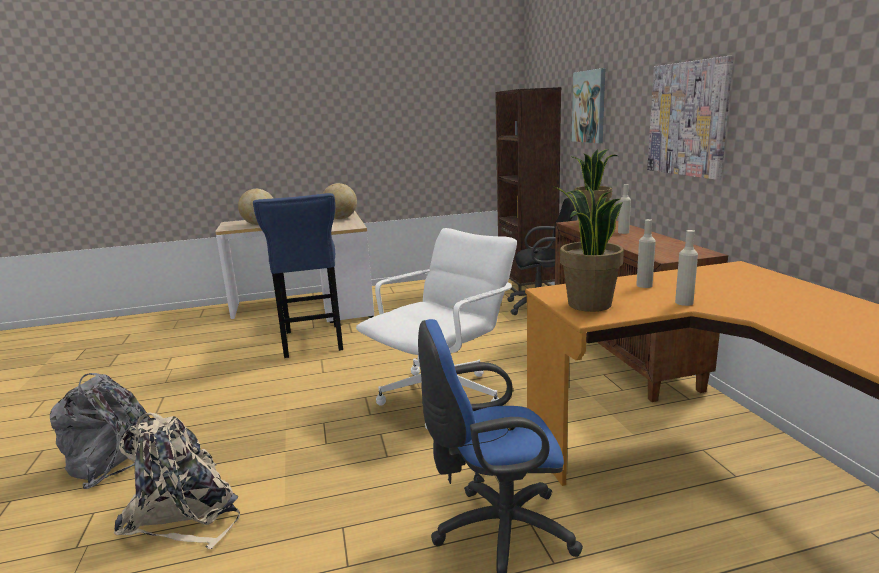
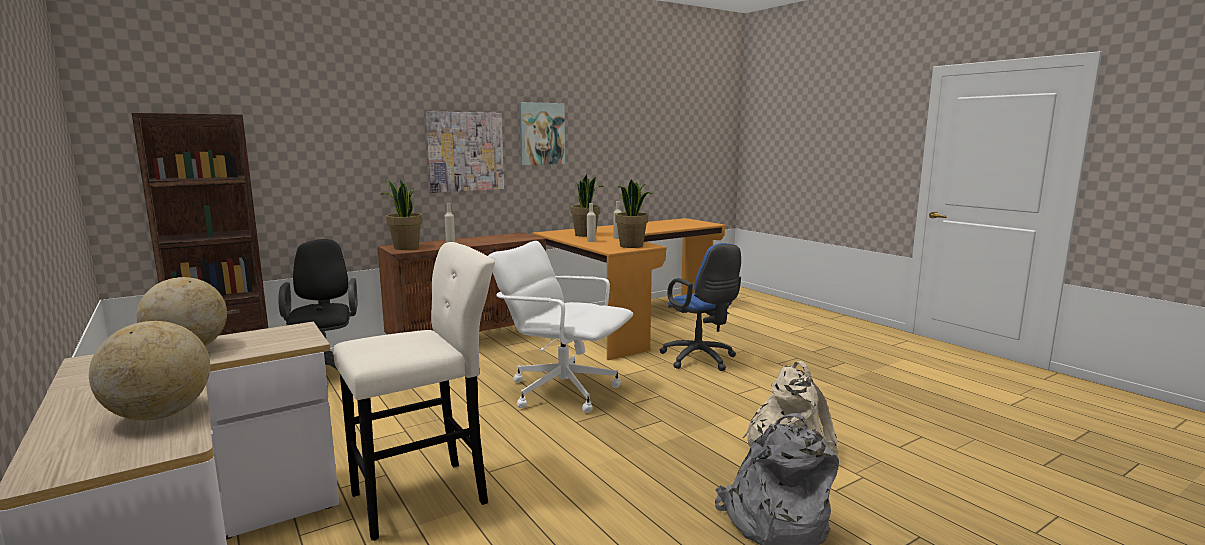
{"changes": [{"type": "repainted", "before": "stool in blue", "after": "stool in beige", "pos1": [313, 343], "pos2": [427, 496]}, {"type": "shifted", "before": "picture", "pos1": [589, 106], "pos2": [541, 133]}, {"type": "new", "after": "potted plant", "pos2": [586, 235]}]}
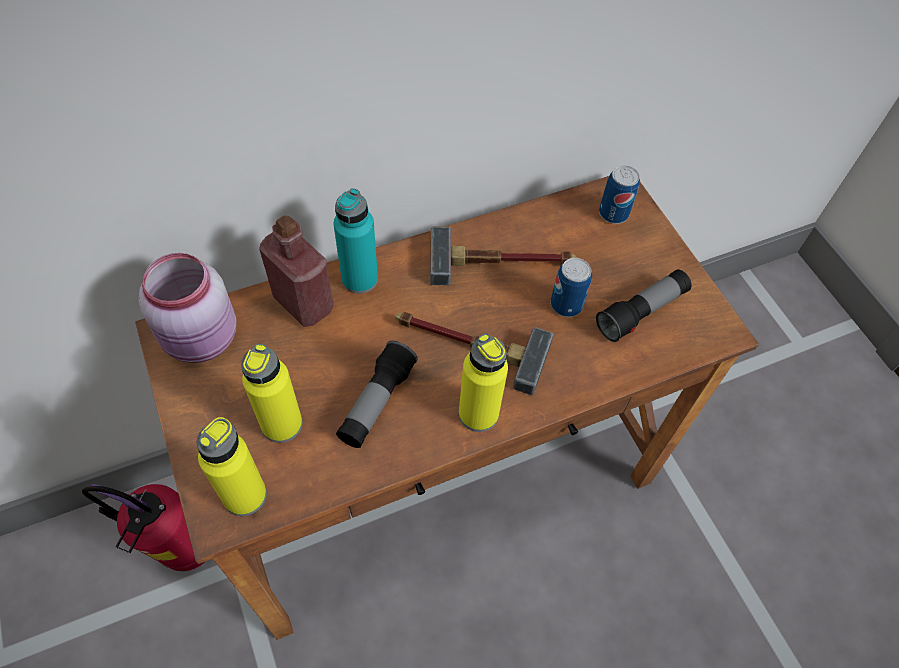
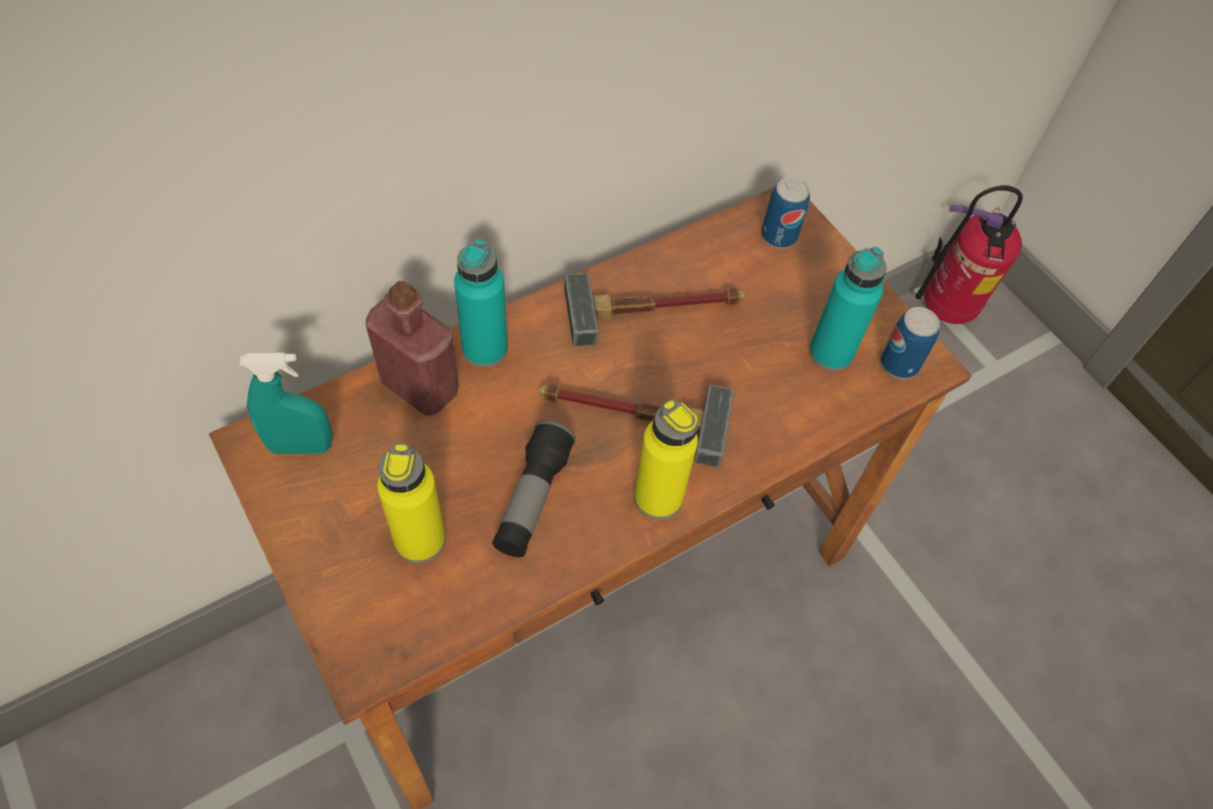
{"changes": [{"type": "swapped", "before": "jar in pink", "after": "spray bottle in turquoise", "pos1": [203, 339], "pos2": [301, 446]}, {"type": "swapped", "before": "flashlight", "after": "bottle in turquoise", "pos1": [641, 312], "pos2": [831, 352]}, {"type": "shifted", "before": "can", "pos1": [566, 305], "pos2": [899, 364]}, {"type": "shifted", "before": "fire extinguisher", "pos1": [184, 549], "pos2": [944, 311]}, {"type": "gone", "before": "bottle in yellow", "pos1": [244, 495]}]}
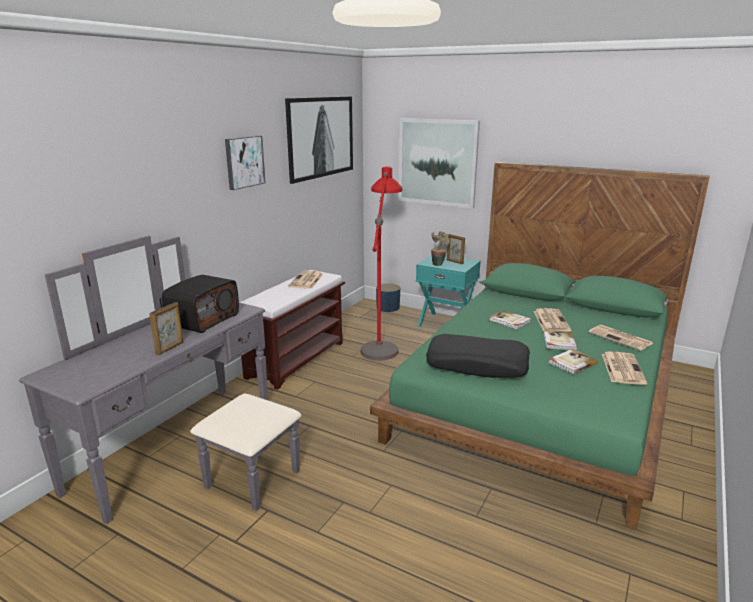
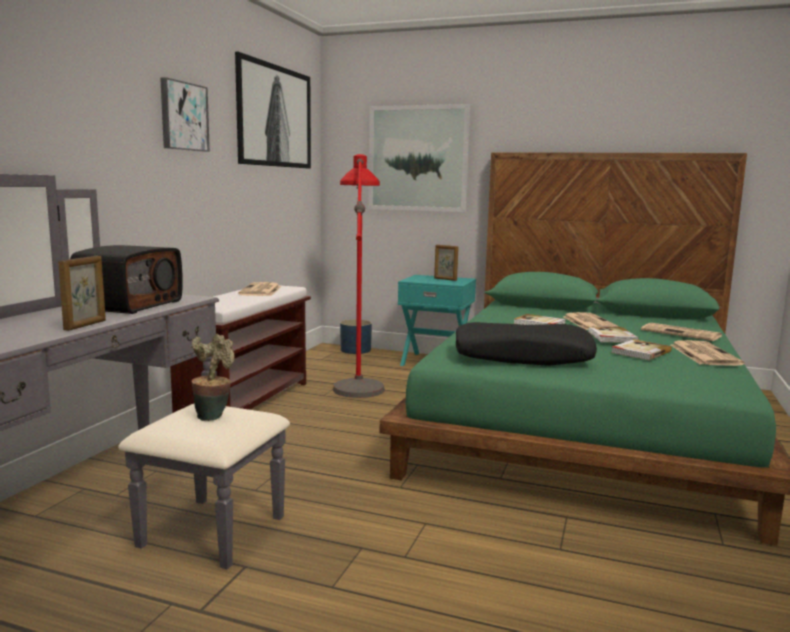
{"changes": [{"type": "shifted", "before": "potted plant", "pos1": [438, 264], "pos2": [214, 415]}]}
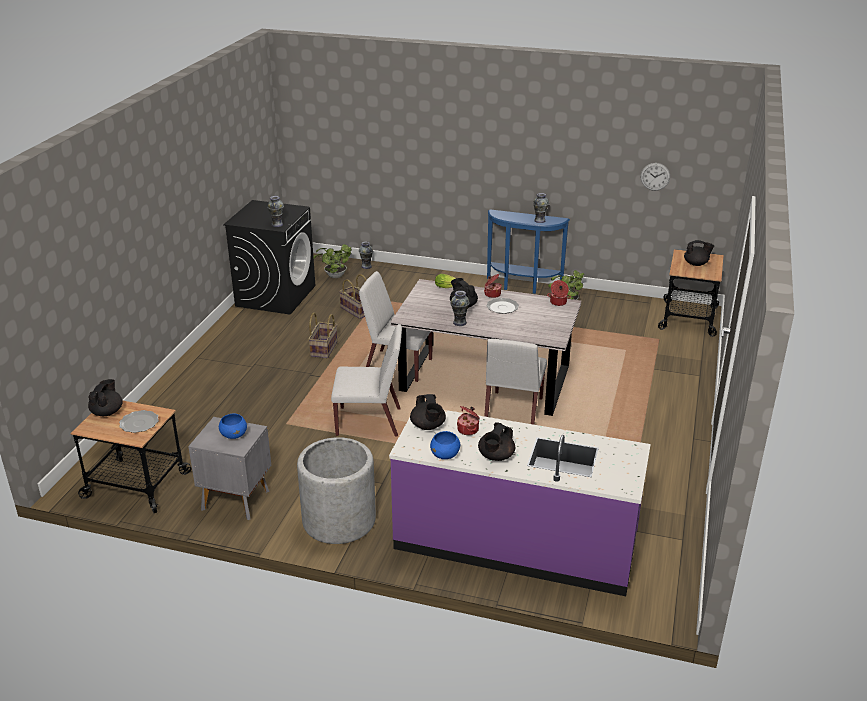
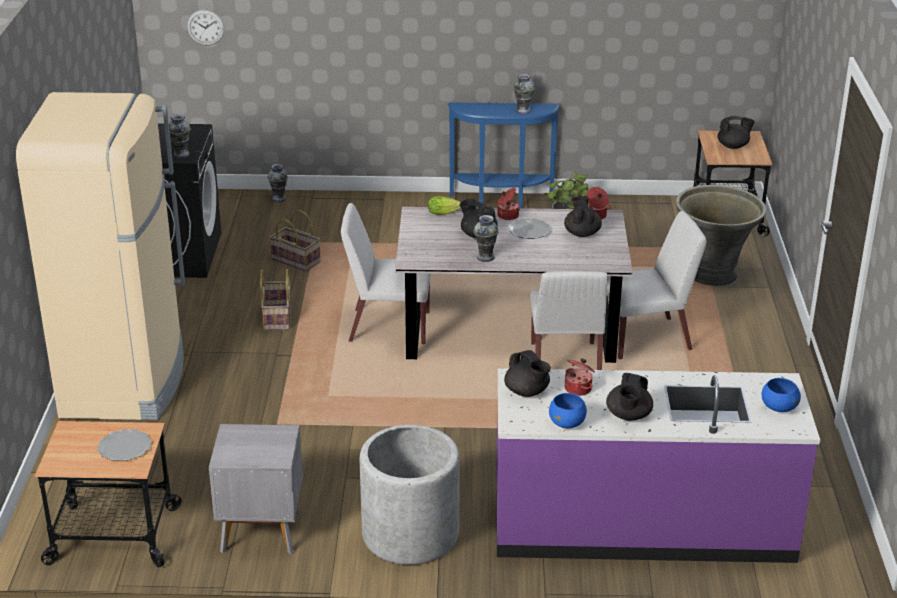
{"changes": [{"type": "new", "after": "fridge in beige", "pos2": [125, 381]}, {"type": "shifted", "before": "wall clock", "pos1": [655, 176], "pos2": [205, 27]}, {"type": "shifted", "before": "teapot in black", "pos1": [107, 412], "pos2": [582, 233]}, {"type": "shifted", "before": "chair in white", "pos1": [369, 422], "pos2": [646, 338]}, {"type": "new", "after": "planter in grey", "pos2": [713, 273]}, {"type": "shifted", "before": "bowl in blue", "pos1": [234, 435], "pos2": [779, 407]}, {"type": "gone", "before": "potted plant", "pos1": [334, 276]}]}
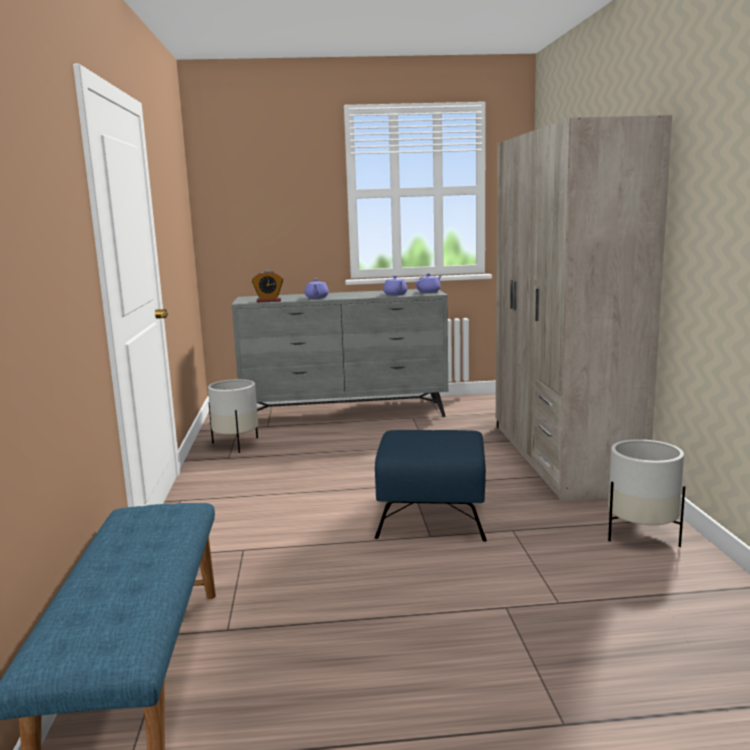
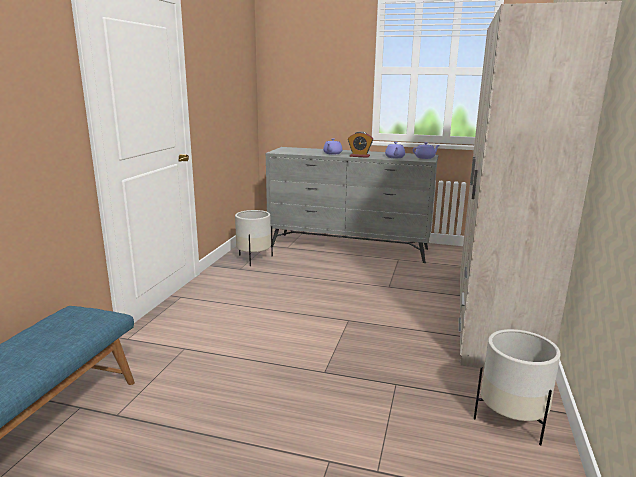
{"changes": [{"type": "shifted", "before": "alarm clock", "pos1": [269, 301], "pos2": [359, 156]}, {"type": "gone", "before": "ottoman in blue", "pos1": [433, 516]}]}
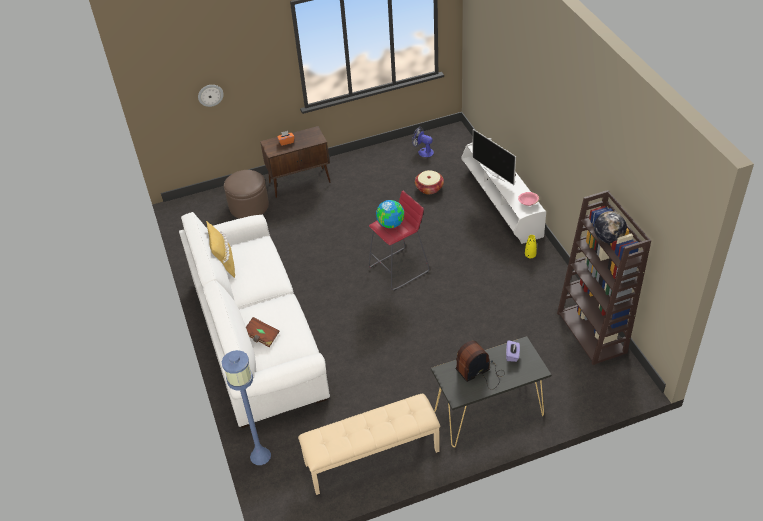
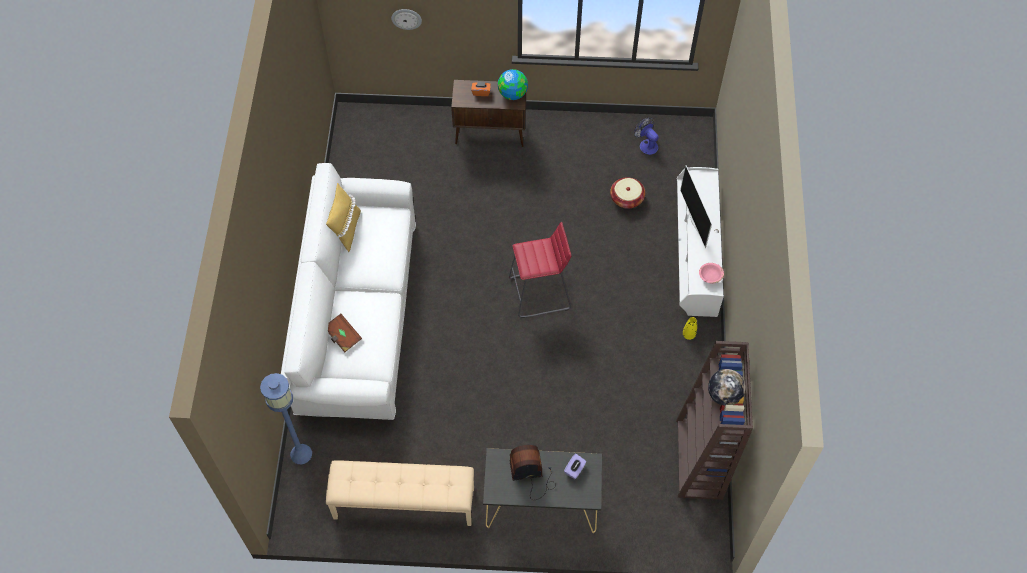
{"changes": [{"type": "shifted", "before": "globe", "pos1": [390, 224], "pos2": [512, 94]}, {"type": "gone", "before": "ottoman in brown", "pos1": [249, 206]}]}
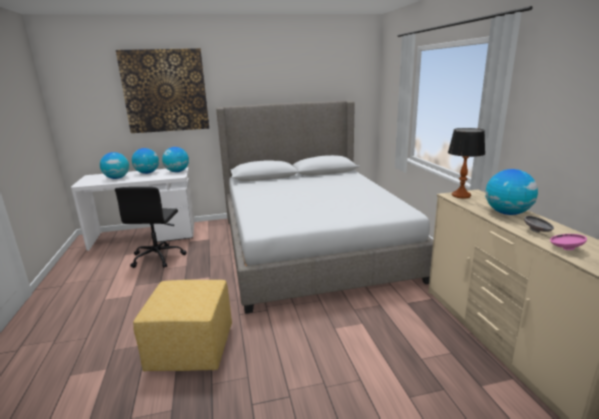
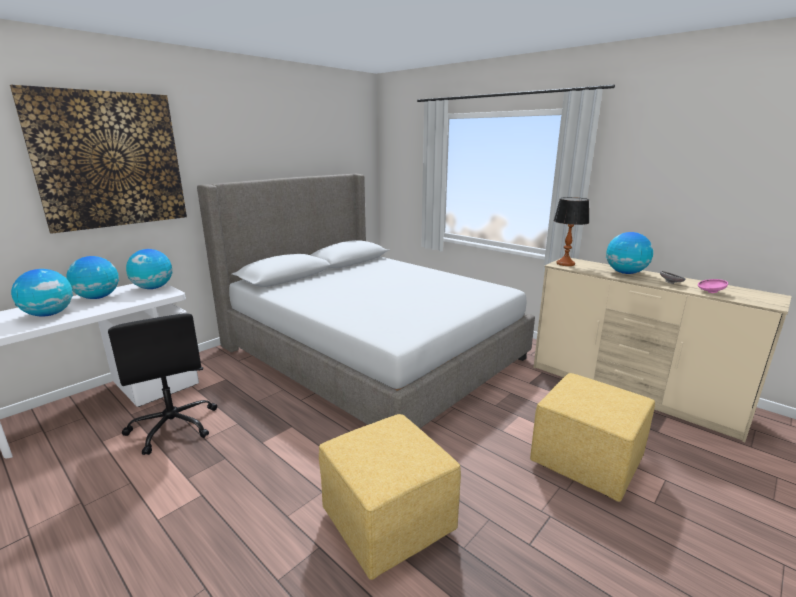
{"changes": [{"type": "new", "after": "ottoman in yellow", "pos2": [587, 462]}]}
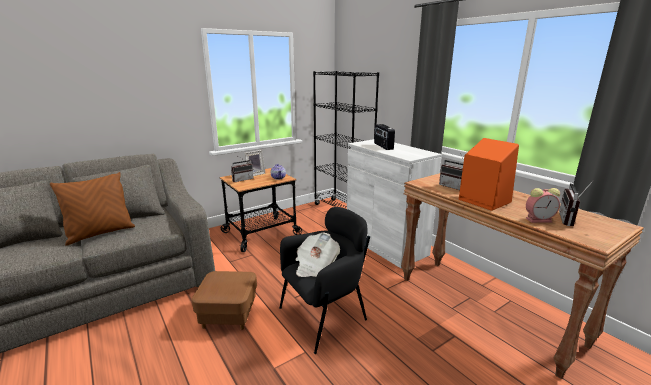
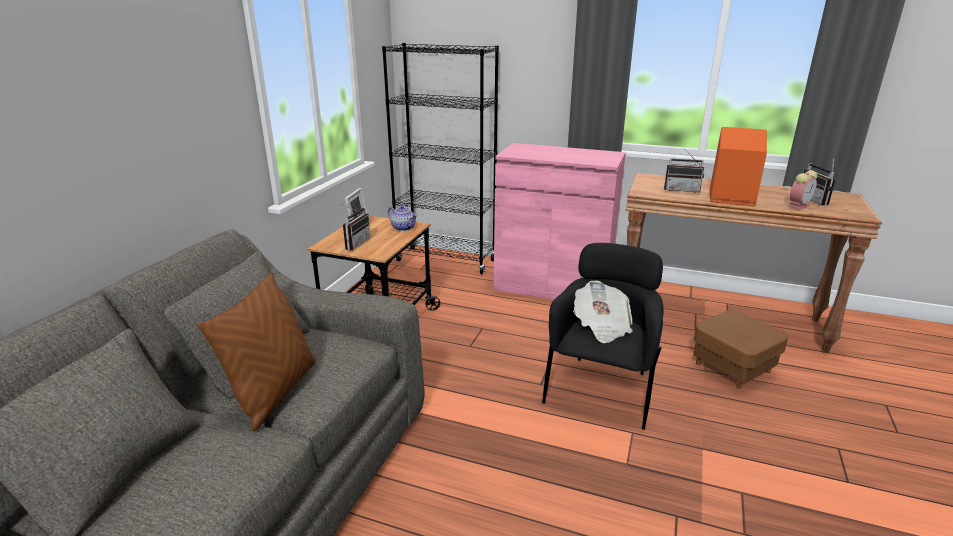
{"changes": [{"type": "repainted", "before": "cabinet in white", "after": "cabinet in pink", "pos1": [385, 244], "pos2": [552, 286]}, {"type": "shifted", "before": "ottoman in brown", "pos1": [228, 315], "pos2": [733, 367]}, {"type": "gone", "before": "radio", "pos1": [383, 146]}]}
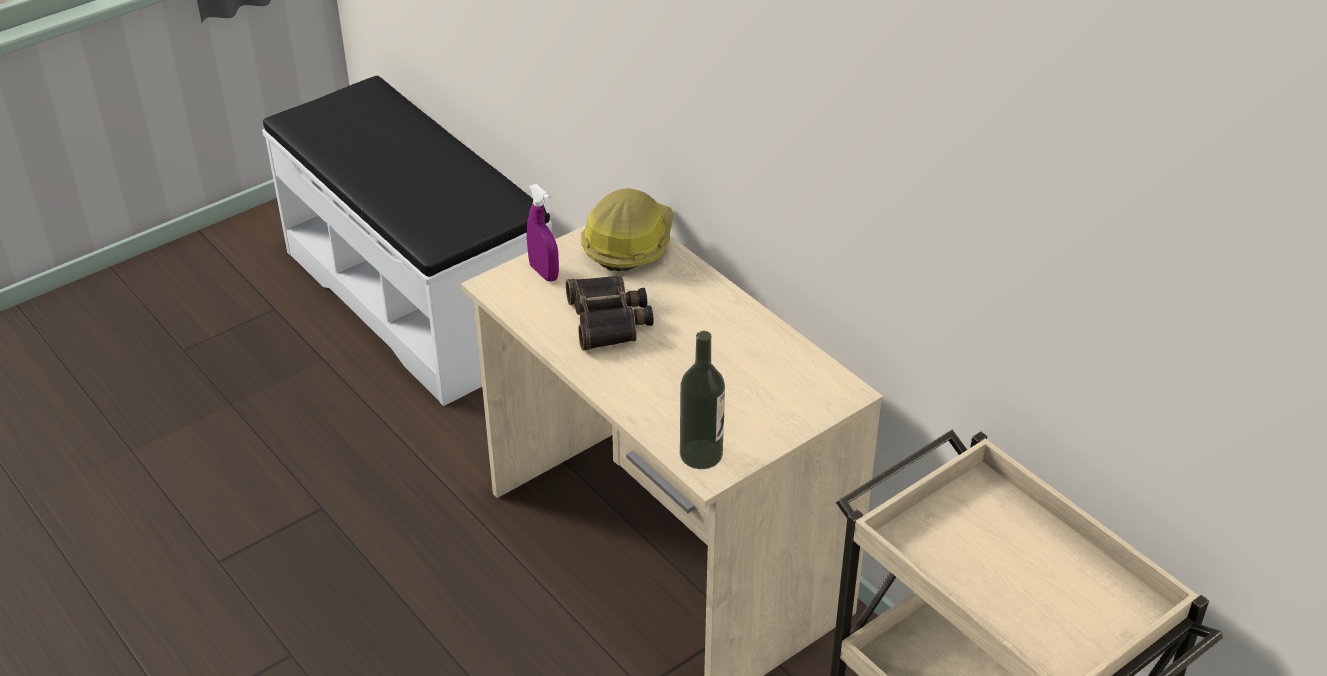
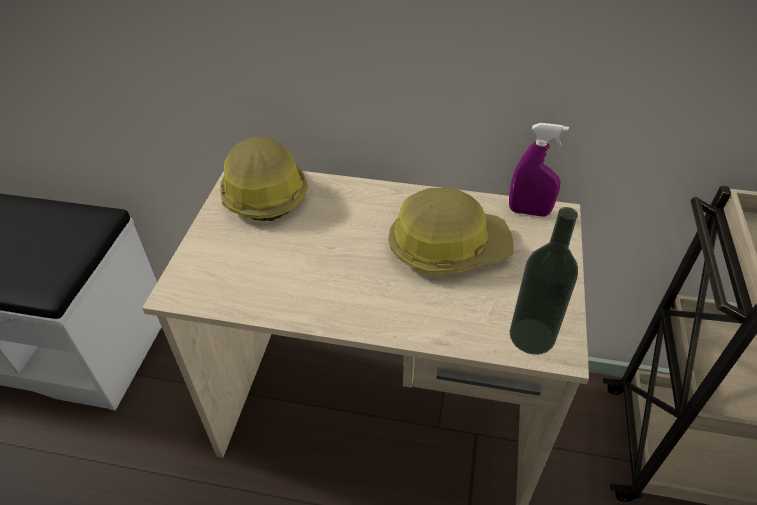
{"changes": [{"type": "new", "after": "hard hat", "pos2": [447, 247]}, {"type": "shifted", "before": "spray bottle in purple", "pos1": [544, 272], "pos2": [529, 211]}, {"type": "gone", "before": "binoculars", "pos1": [609, 320]}]}
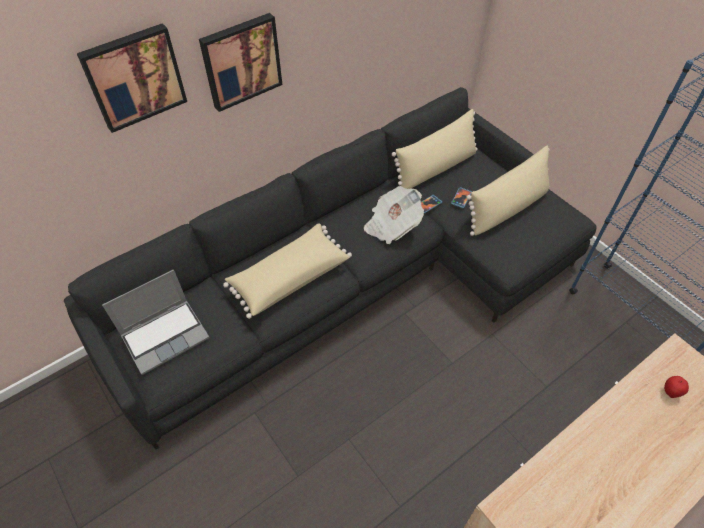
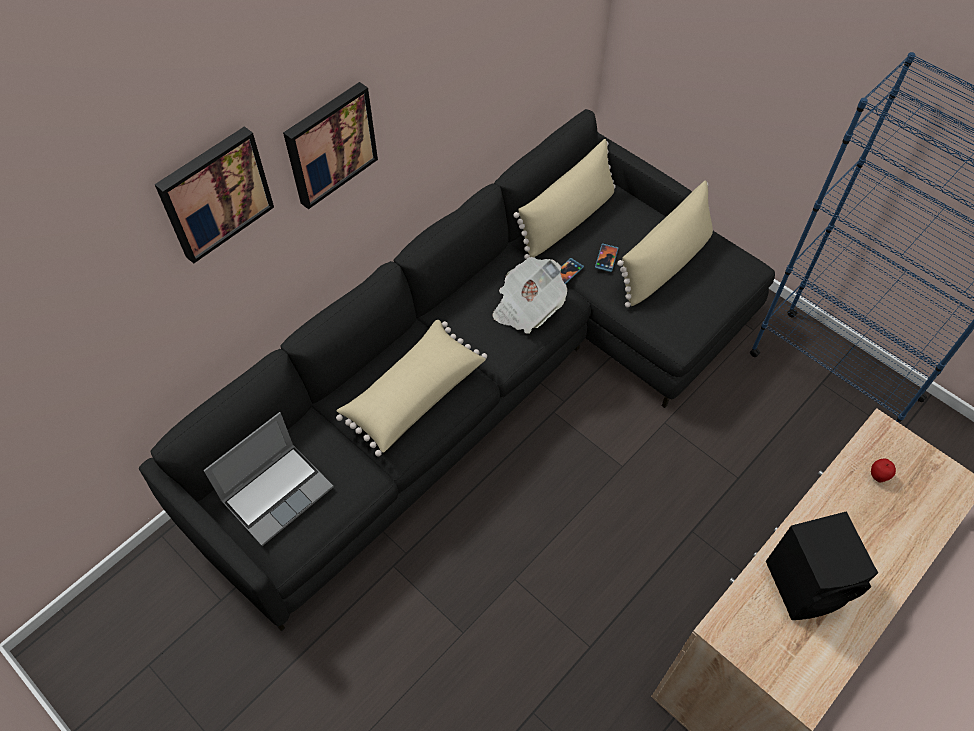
{"changes": [{"type": "new", "after": "speaker in black", "pos2": [807, 584]}]}
